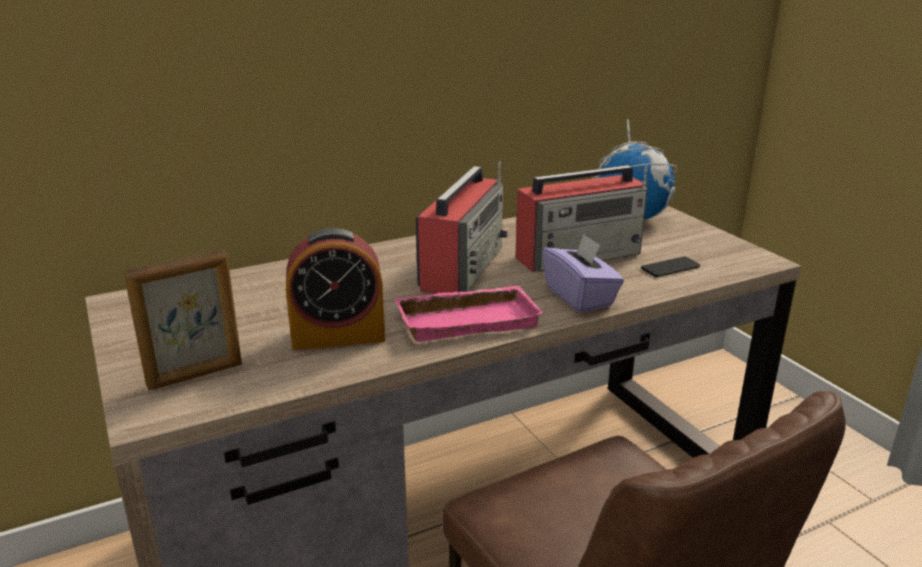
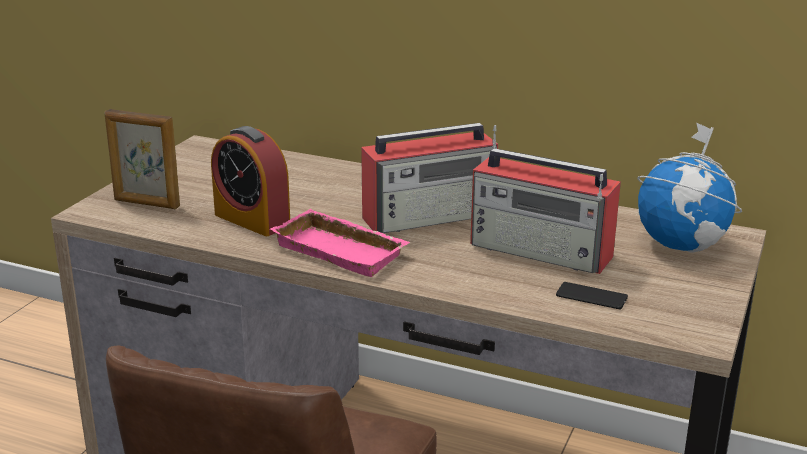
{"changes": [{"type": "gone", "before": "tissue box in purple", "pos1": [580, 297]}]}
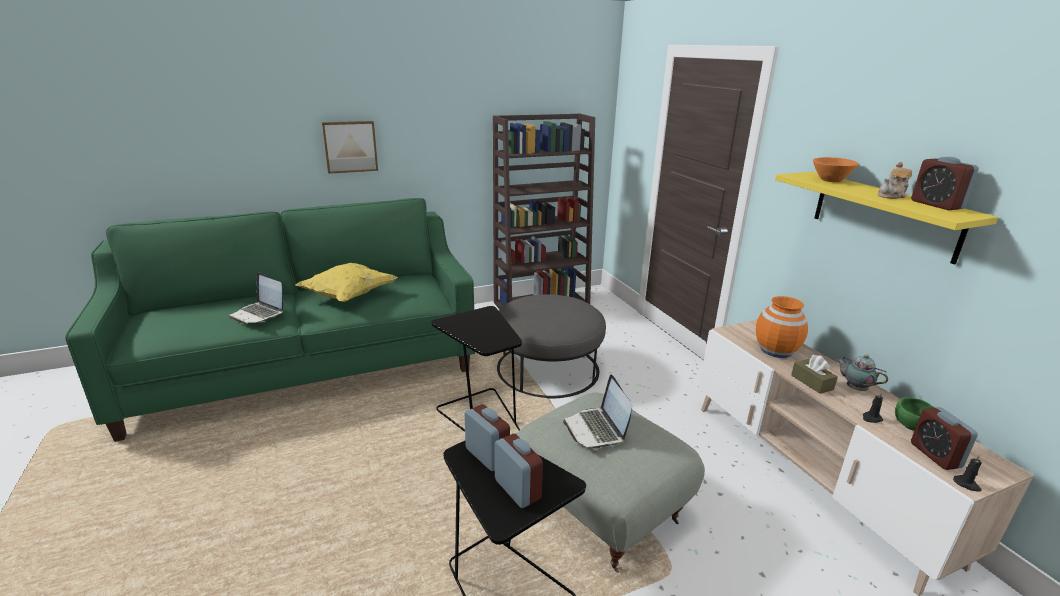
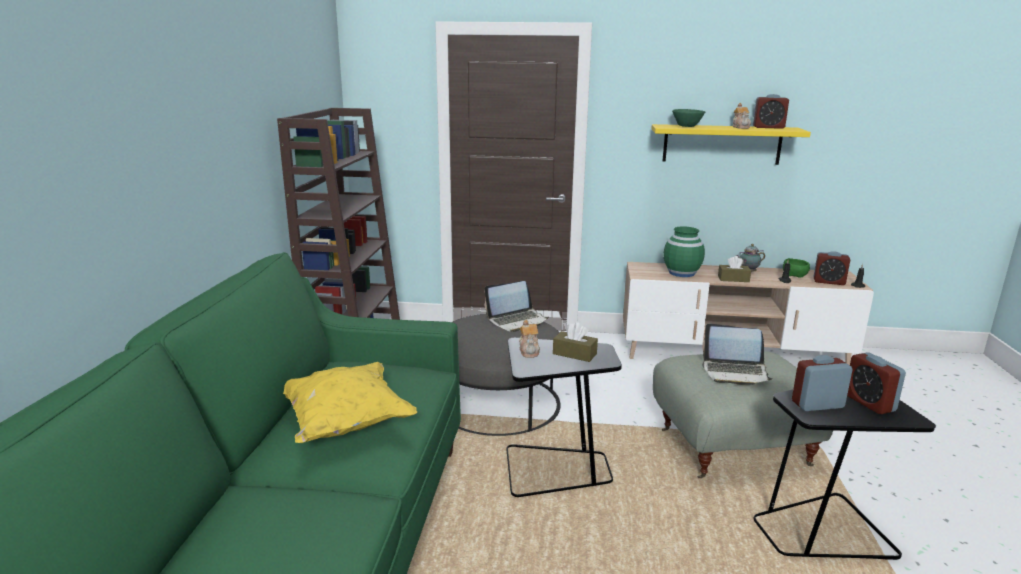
{"changes": [{"type": "shifted", "before": "laptop", "pos1": [259, 314], "pos2": [517, 321]}, {"type": "new", "after": "teapot", "pos2": [529, 351]}, {"type": "new", "after": "tissue box in brown", "pos2": [574, 354]}, {"type": "repainted", "before": "vase in orange", "after": "vase in green", "pos1": [776, 350], "pos2": [681, 273]}, {"type": "repainted", "before": "bowl in orange", "after": "bowl in green", "pos1": [829, 180], "pos2": [686, 126]}, {"type": "rotated", "before": "alarm clock", "pos1": [517, 489], "pos2": [869, 403], "turn": -105}, {"type": "gone", "before": "picture", "pos1": [350, 146]}]}
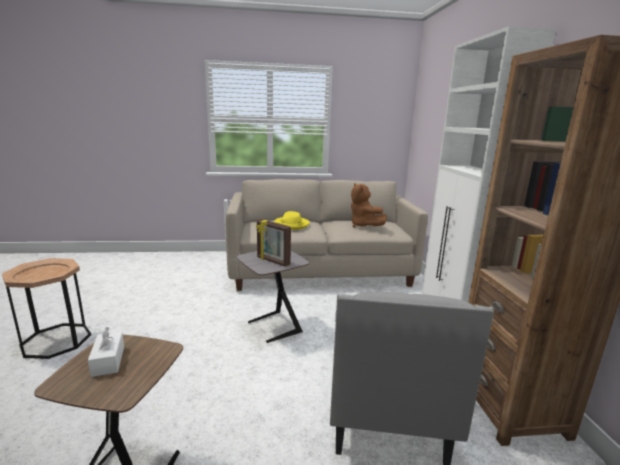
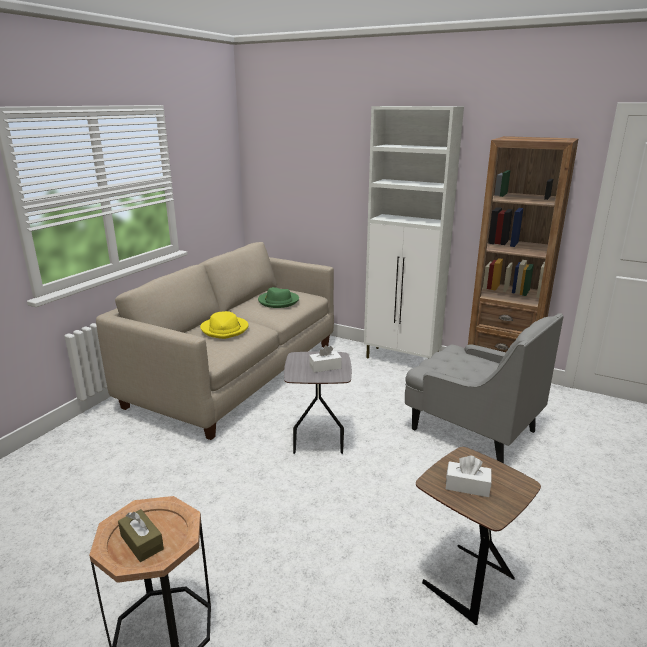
{"changes": [{"type": "new", "after": "tissue box in brown", "pos2": [142, 542]}, {"type": "swapped", "before": "plush toy in brown", "after": "hat in green", "pos1": [363, 226], "pos2": [278, 301]}, {"type": "swapped", "before": "picture frame", "after": "tissue box in white", "pos1": [272, 261], "pos2": [325, 367]}]}
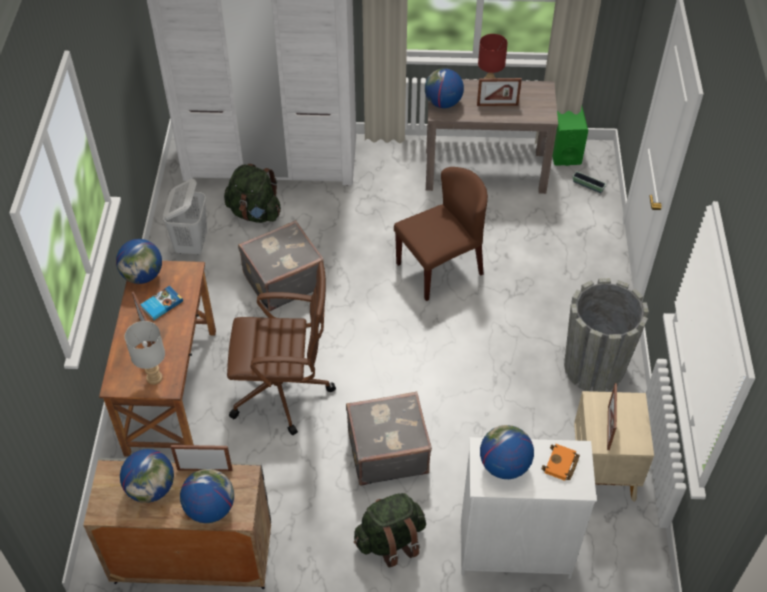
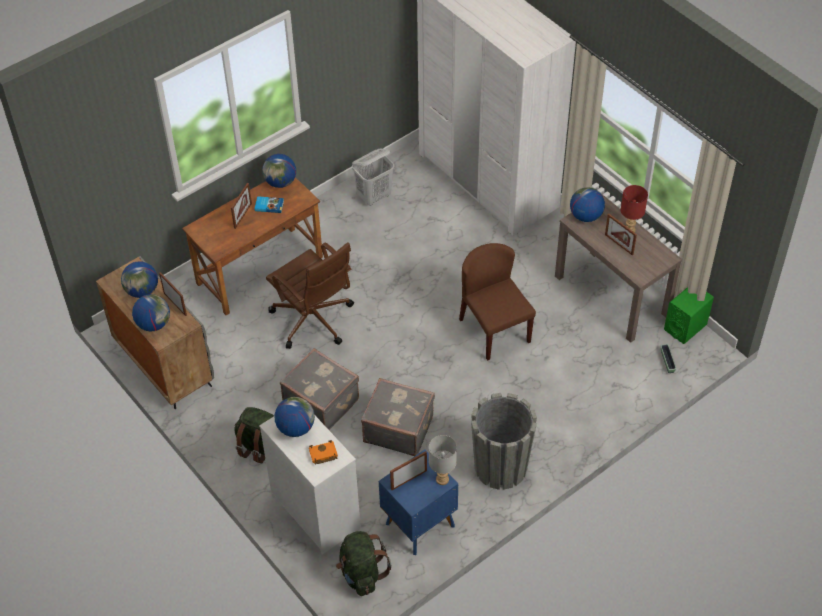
{"changes": [{"type": "shifted", "before": "backpack in green", "pos1": [255, 213], "pos2": [361, 573]}, {"type": "shifted", "before": "suitcase in grey", "pos1": [282, 280], "pos2": [398, 428]}, {"type": "repainted", "before": "nightstand in beige", "after": "nightstand in blue", "pos1": [603, 473], "pos2": [418, 524]}, {"type": "shifted", "before": "table lamp in grey", "pos1": [154, 378], "pos2": [442, 480]}, {"type": "rotated", "before": "chair in brown", "pos1": [440, 268], "pos2": [494, 330], "turn": -135}]}
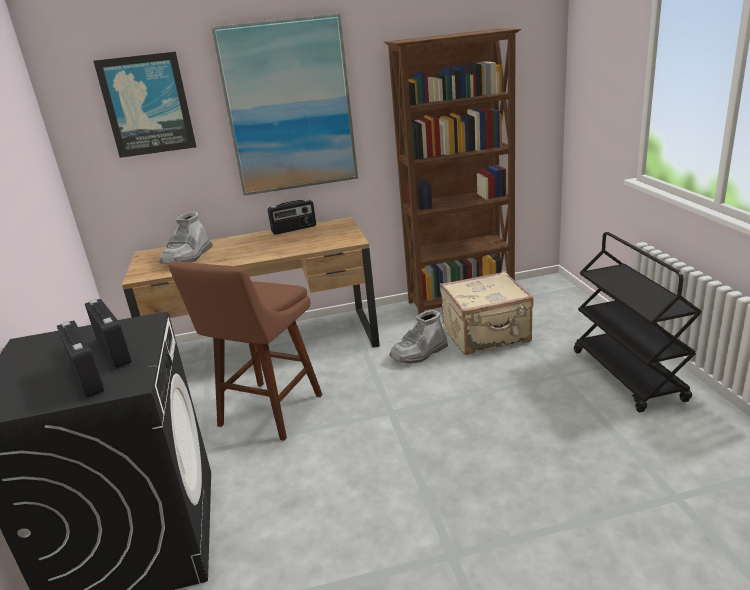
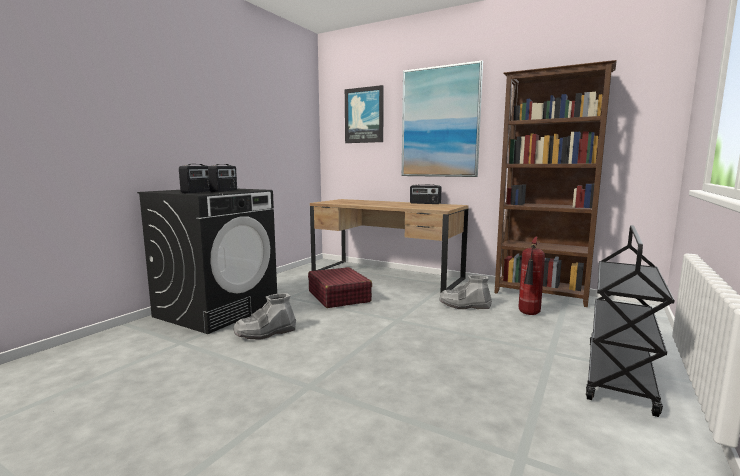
{"changes": [{"type": "shifted", "before": "boot in grey", "pos1": [188, 257], "pos2": [265, 332]}, {"type": "swapped", "before": "stool in brown", "after": "suitcase in red", "pos1": [268, 413], "pos2": [339, 296]}, {"type": "swapped", "before": "suitcase in beige", "after": "fire extinguisher", "pos1": [487, 336], "pos2": [529, 314]}]}
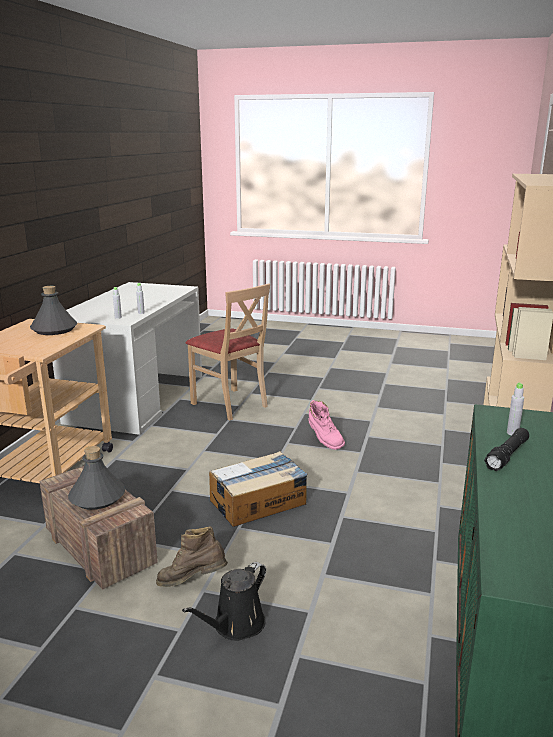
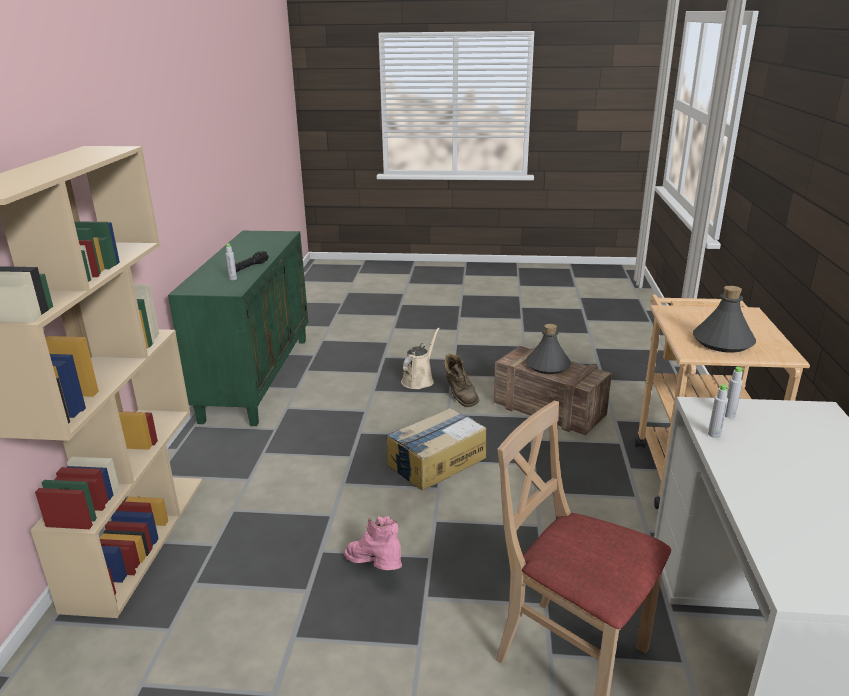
{"changes": [{"type": "repainted", "before": "watering can in black", "after": "watering can in beige", "pos1": [235, 625], "pos2": [419, 380]}, {"type": "rotated", "before": "boot in brown", "pos1": [192, 582], "pos2": [460, 396], "turn": 75}]}
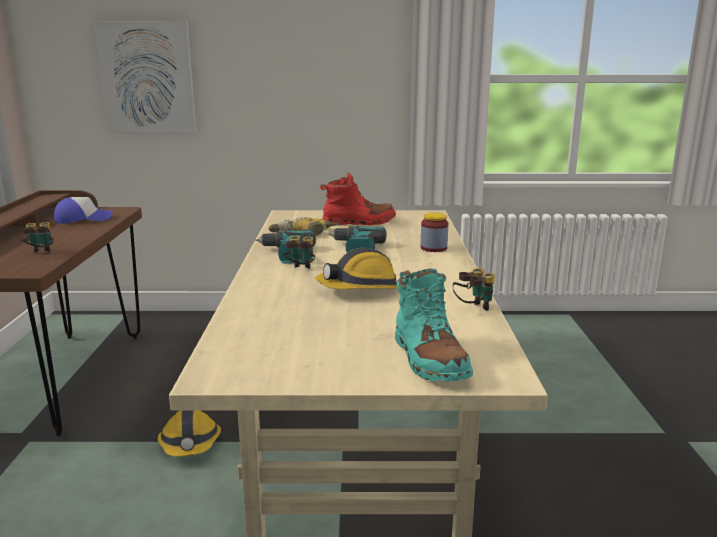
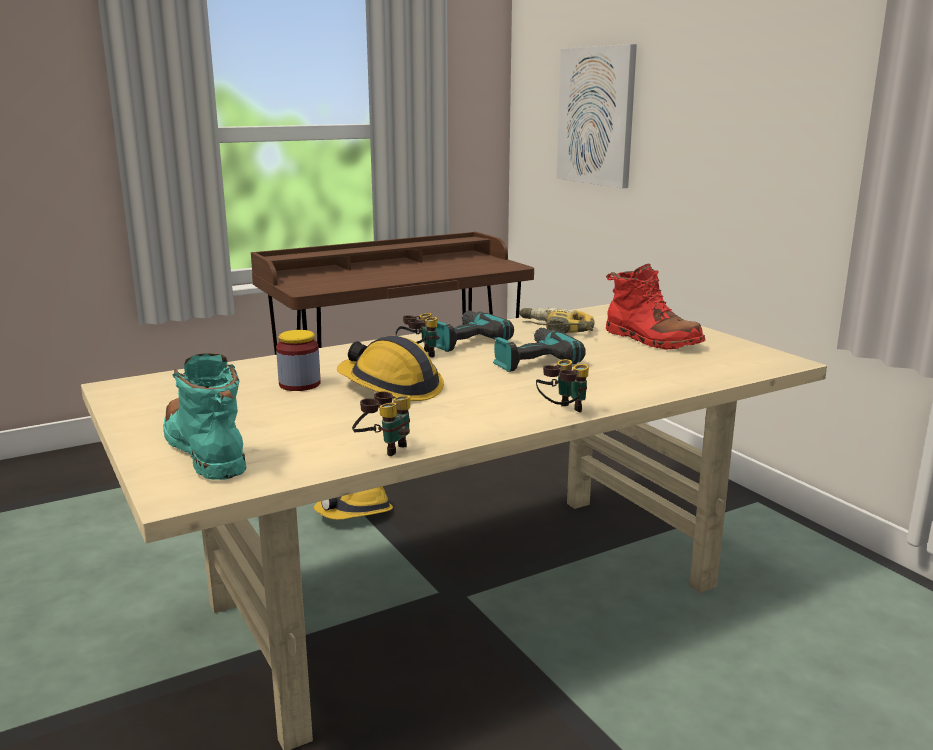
{"changes": [{"type": "rotated", "before": "boot in turquoise", "pos1": [428, 359], "pos2": [206, 452], "turn": 105}, {"type": "shifted", "before": "jar", "pos1": [433, 248], "pos2": [299, 384]}, {"type": "shifted", "before": "binoculars", "pos1": [40, 254], "pos2": [562, 412]}, {"type": "gone", "before": "cap", "pos1": [83, 219]}]}
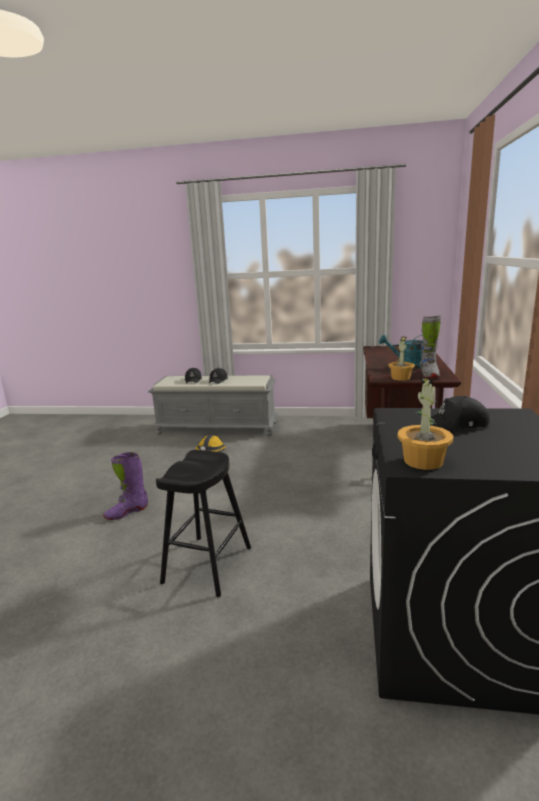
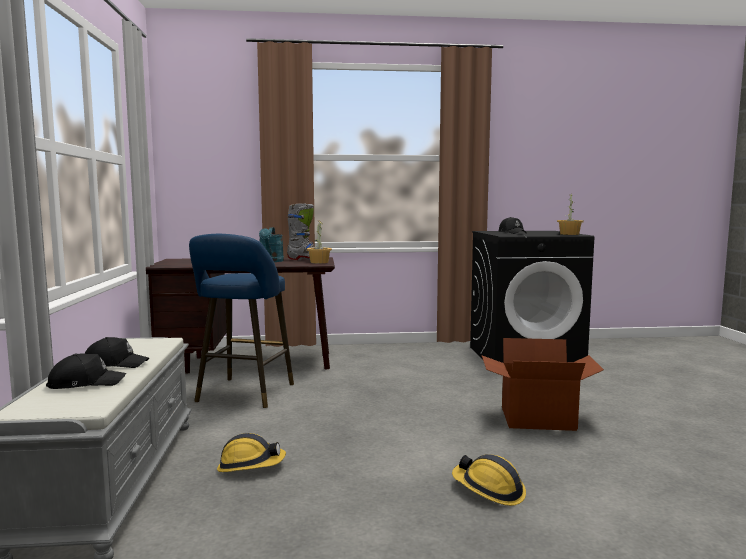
{"changes": [{"type": "new", "after": "stool in blue", "pos2": [243, 394]}, {"type": "swapped", "before": "boot in purple", "after": "hard hat", "pos1": [127, 512], "pos2": [489, 490]}, {"type": "swapped", "before": "stool in black", "after": "cardboard box", "pos1": [208, 564], "pos2": [537, 419]}]}
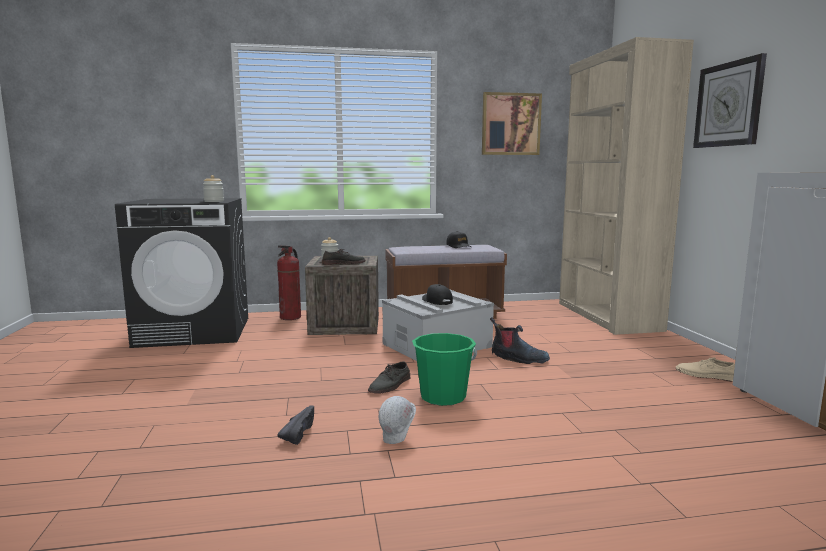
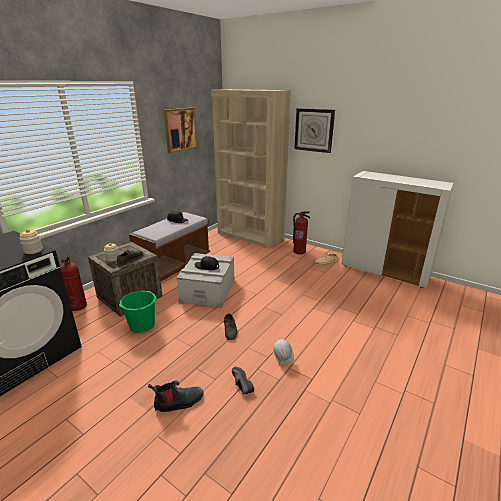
{"changes": [{"type": "shifted", "before": "bucket in green", "pos1": [443, 397], "pos2": [142, 325]}, {"type": "shifted", "before": "boot", "pos1": [518, 359], "pos2": [178, 403]}, {"type": "new", "after": "fire extinguisher", "pos2": [299, 252]}]}
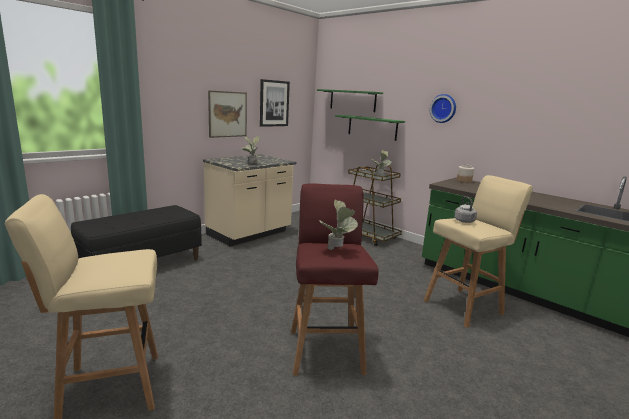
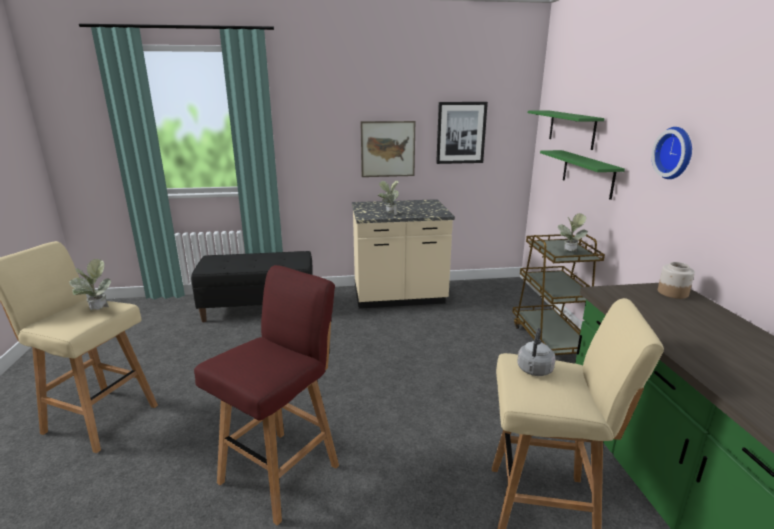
{"changes": [{"type": "shifted", "before": "potted plant", "pos1": [337, 250], "pos2": [97, 312]}]}
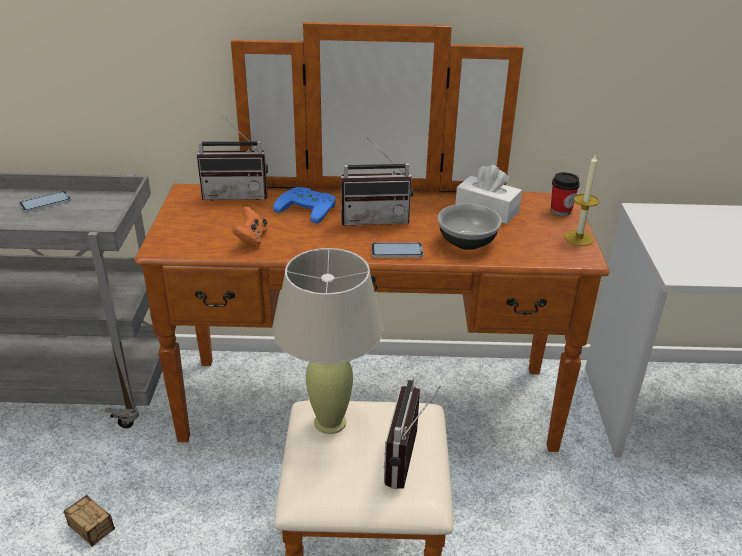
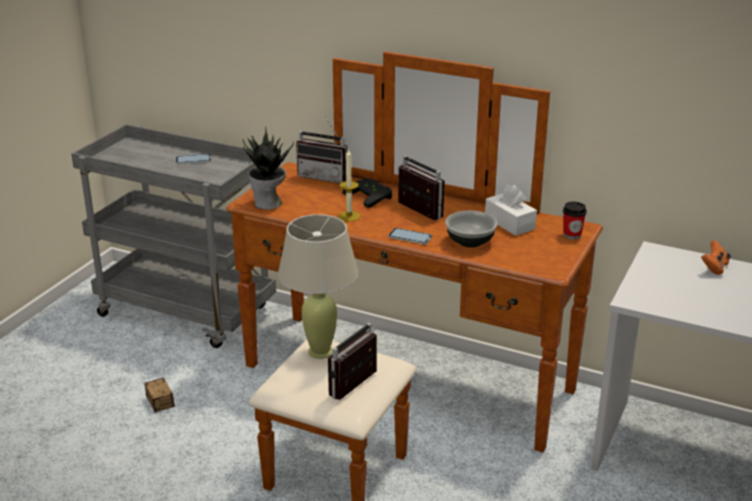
{"changes": [{"type": "new", "after": "potted plant", "pos2": [269, 204]}, {"type": "shifted", "before": "candle", "pos1": [579, 238], "pos2": [349, 216]}, {"type": "repainted", "before": "game controller in blue", "after": "game controller in black", "pos1": [309, 207], "pos2": [371, 196]}, {"type": "rotated", "before": "radio", "pos1": [375, 218], "pos2": [414, 212], "turn": -150}, {"type": "shifted", "before": "game controller in orange", "pos1": [251, 239], "pos2": [714, 268]}]}
